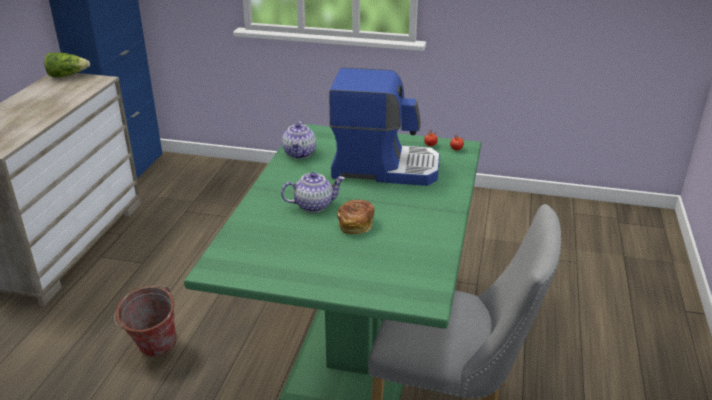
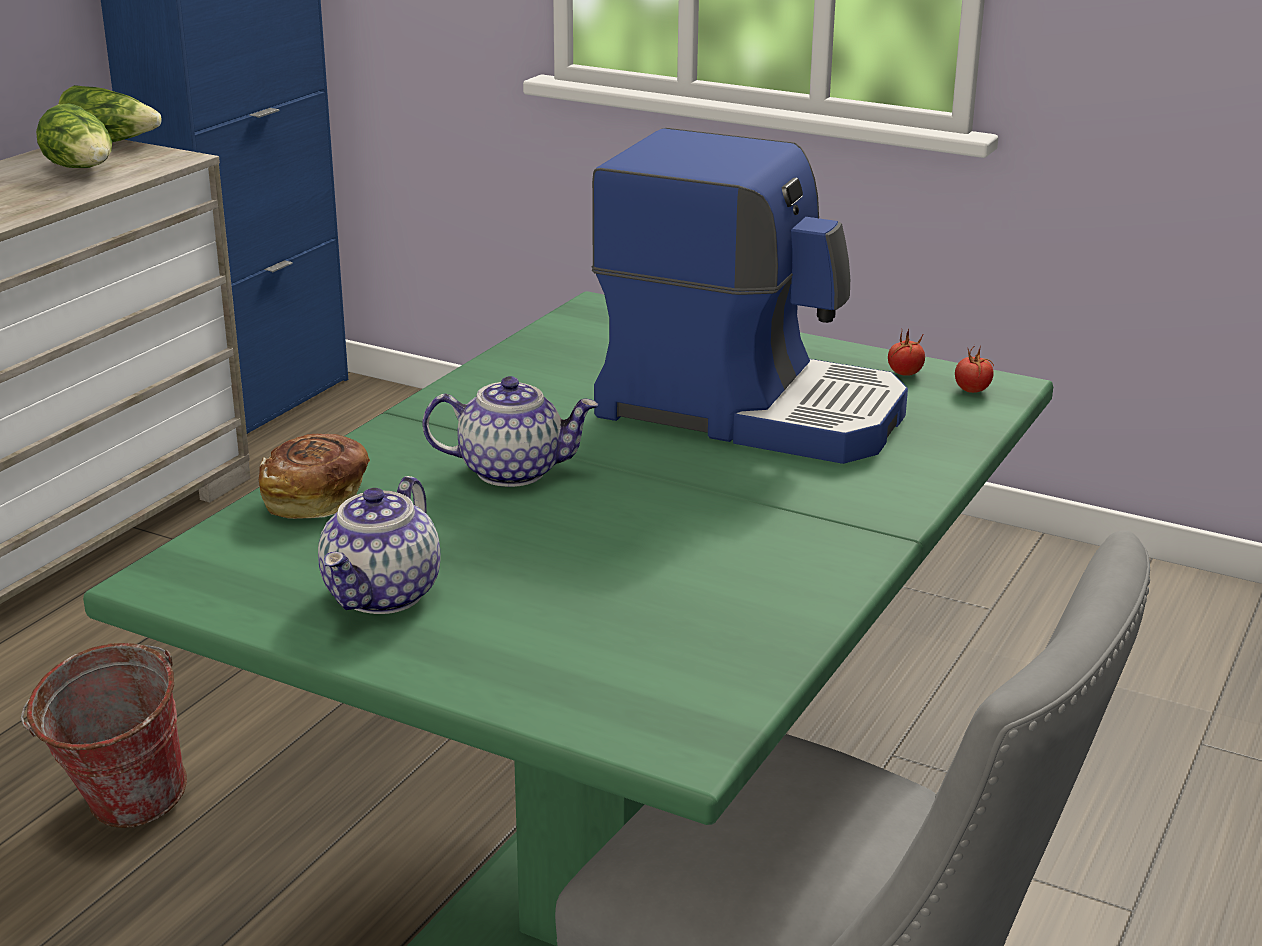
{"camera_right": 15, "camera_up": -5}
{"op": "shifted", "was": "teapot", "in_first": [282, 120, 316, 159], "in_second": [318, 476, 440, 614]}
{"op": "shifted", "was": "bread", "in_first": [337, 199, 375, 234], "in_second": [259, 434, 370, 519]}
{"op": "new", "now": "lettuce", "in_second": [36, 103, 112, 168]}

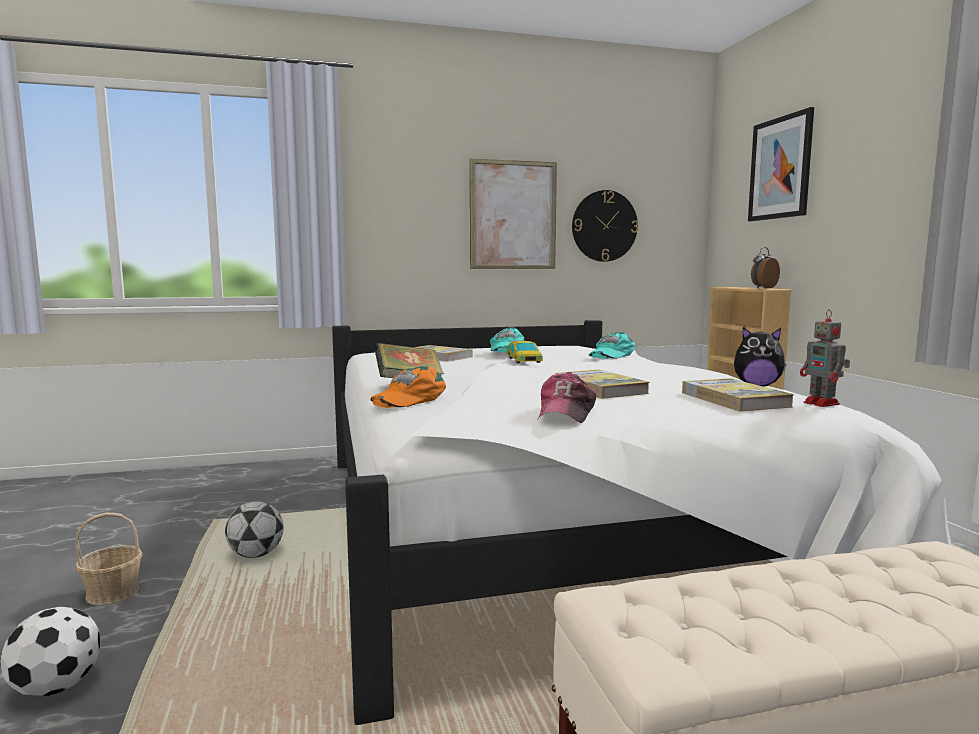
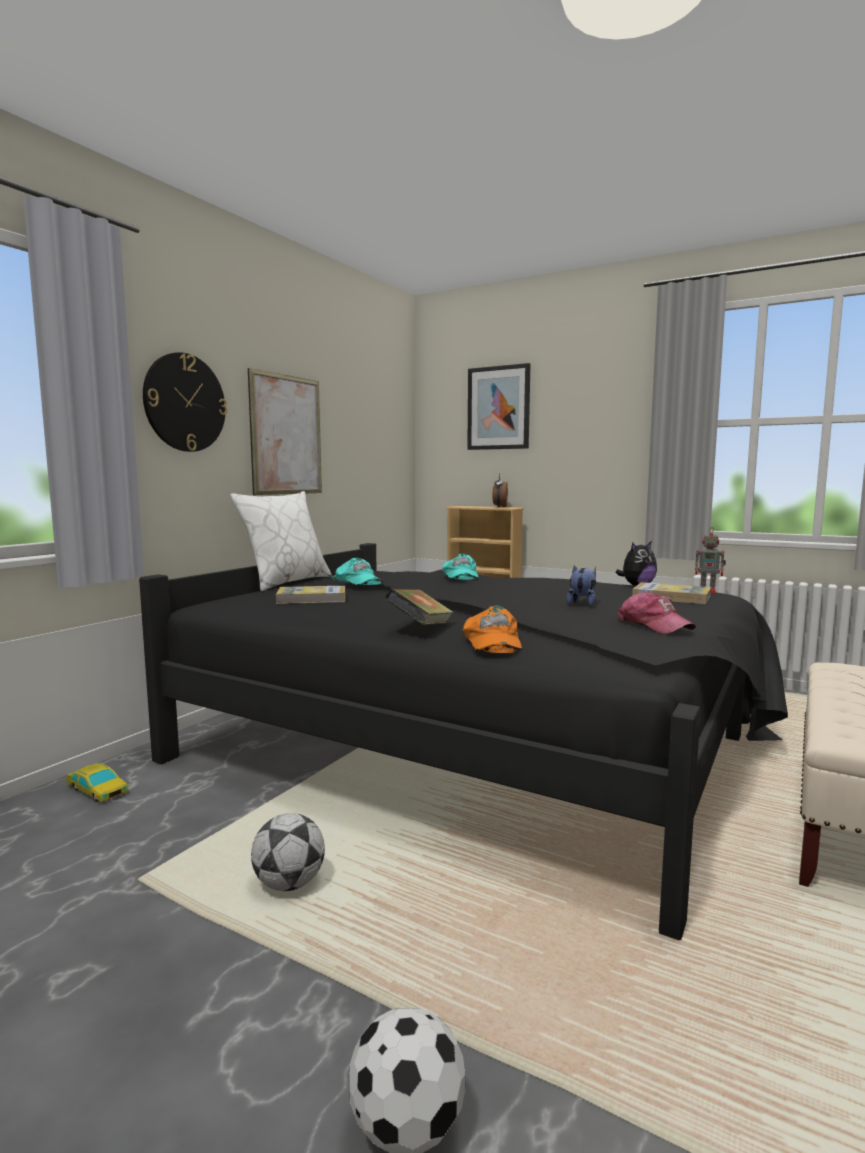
{"camera_right": -45, "camera_up": 0}
{"op": "gone", "was": "basket", "in_first": [75, 513, 143, 605]}
{"op": "repainted", "was": "bed (white)", "now": "bed (black)", "in_first": [332, 320, 951, 725], "in_second": [139, 543, 788, 941]}
{"op": "shifted", "was": "toy car", "in_first": [507, 341, 543, 363], "in_second": [66, 763, 129, 802]}
{"op": "swapped", "was": "book", "now": "plush toy", "in_first": [555, 370, 650, 399], "in_second": [566, 566, 596, 606]}
{"op": "shifted", "was": "wall clock", "in_first": [572, 190, 638, 262], "in_second": [143, 352, 227, 452]}
{"op": "new", "now": "pillow (white)", "in_second": [230, 491, 332, 591]}

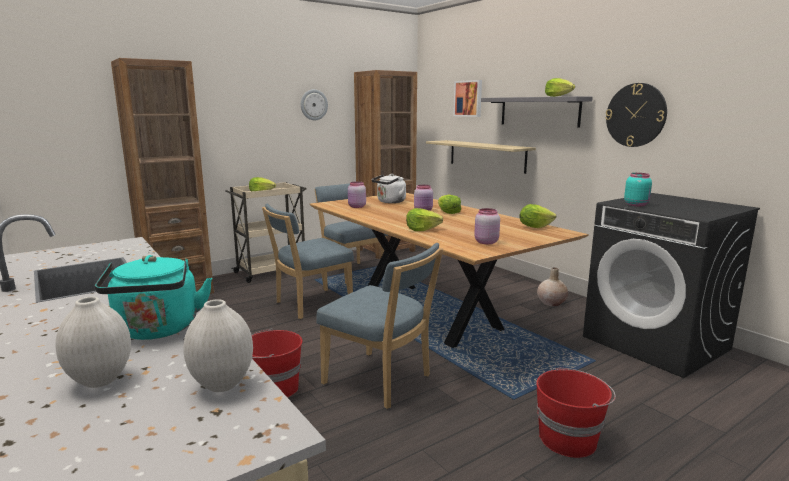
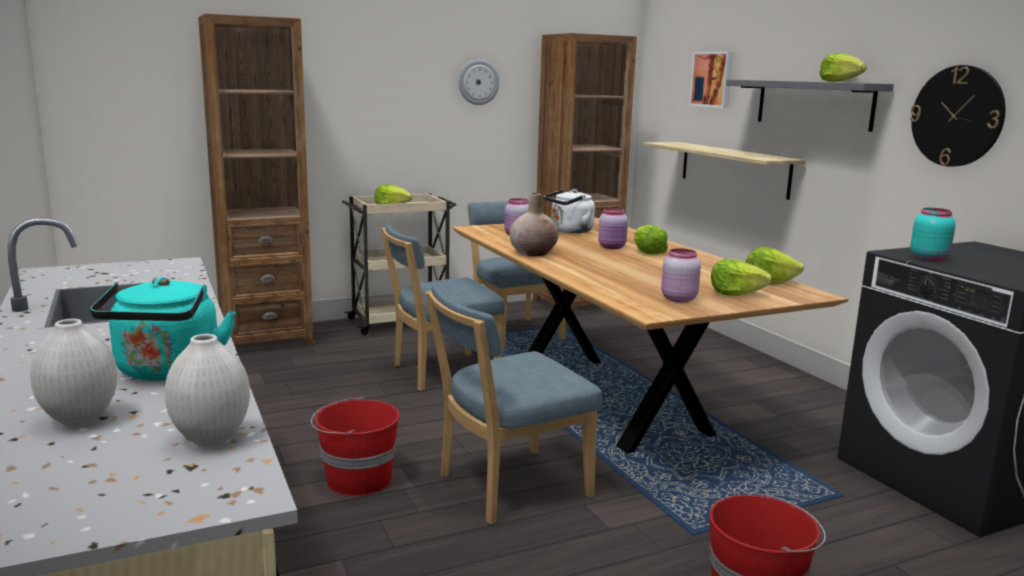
{"camera_right": 10, "camera_up": 0}
{"op": "rotated", "was": "chair (blue)", "in_first": [316, 243, 443, 409], "in_second": [425, 284, 602, 524], "clockwise": 105}
{"op": "shifted", "was": "lettuce", "in_first": [406, 208, 443, 231], "in_second": [711, 259, 772, 296]}
{"op": "shifted", "was": "vase (beige)", "in_first": [537, 267, 568, 306], "in_second": [510, 193, 558, 256]}

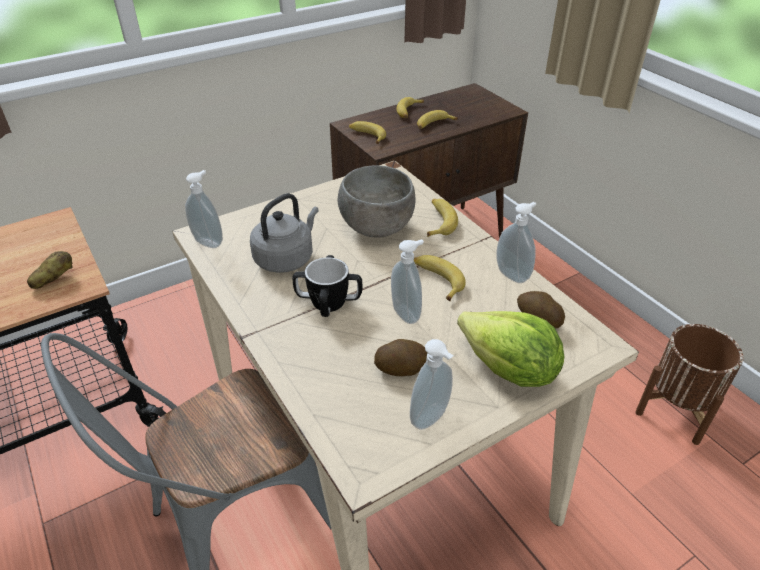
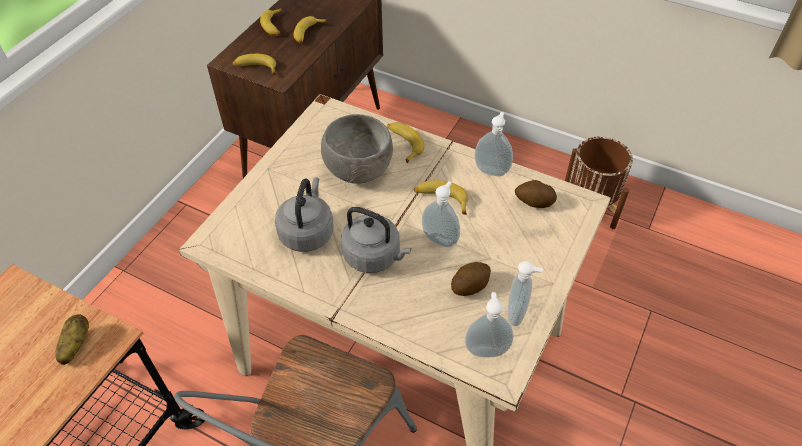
{"camera_right": -30, "camera_up": 10}
{"op": "shifted", "was": "soap dispenser", "in_first": [185, 170, 223, 248], "in_second": [465, 292, 513, 357]}
{"op": "swapped", "was": "mug", "now": "kettle (grey)", "in_first": [292, 255, 362, 317], "in_second": [341, 207, 411, 273]}
{"op": "gone", "was": "lettuce", "in_first": [457, 311, 564, 387]}

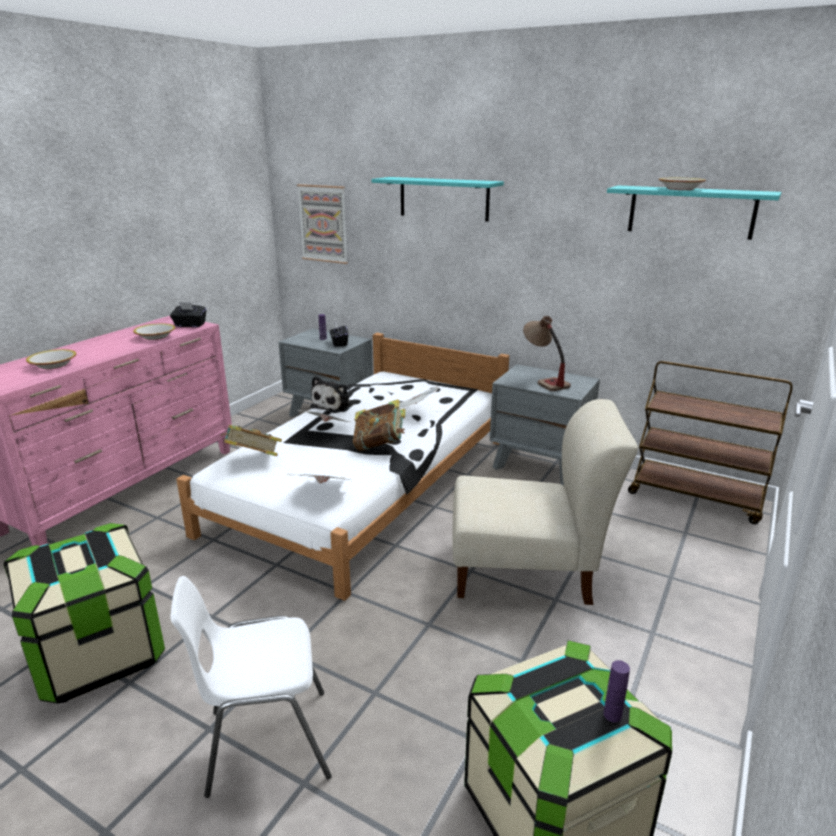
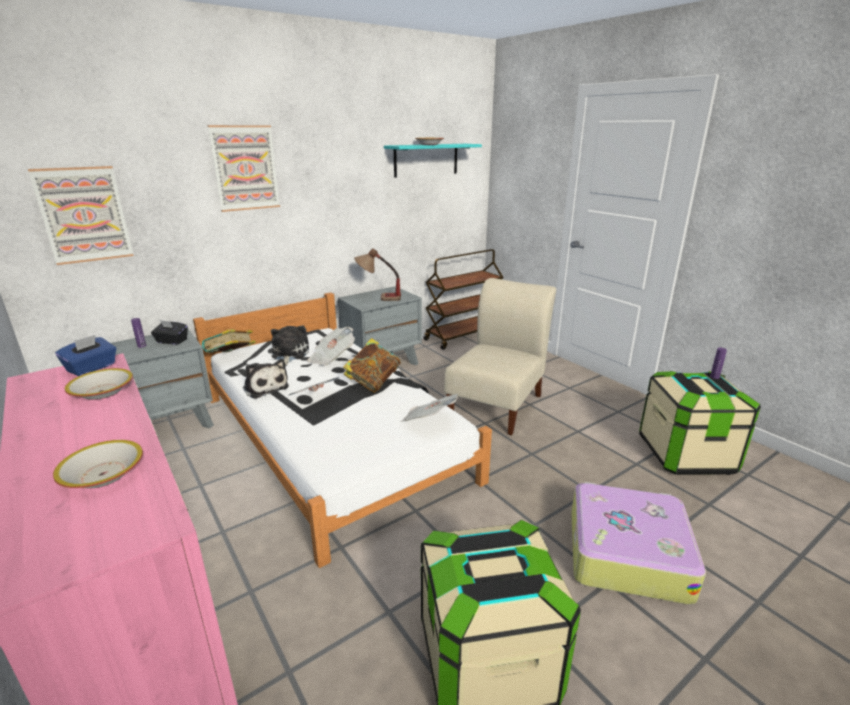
{"camera_right": -65, "camera_up": 0}
{"op": "repainted", "was": "tissue box (black)", "now": "tissue box (blue)", "in_first": [170, 302, 207, 327], "in_second": [55, 335, 116, 376]}
{"op": "swapped", "was": "chair (white)", "now": "suitcase", "in_first": [170, 576, 332, 798], "in_second": [571, 482, 706, 605]}
{"op": "shifted", "was": "book", "in_first": [220, 424, 282, 456], "in_second": [202, 329, 256, 353]}
{"op": "swapped", "was": "shelf (turquoise)", "now": "picture", "in_first": [371, 177, 504, 222], "in_second": [208, 125, 280, 212]}
{"op": "new", "now": "plush toy", "in_second": [271, 325, 309, 366]}

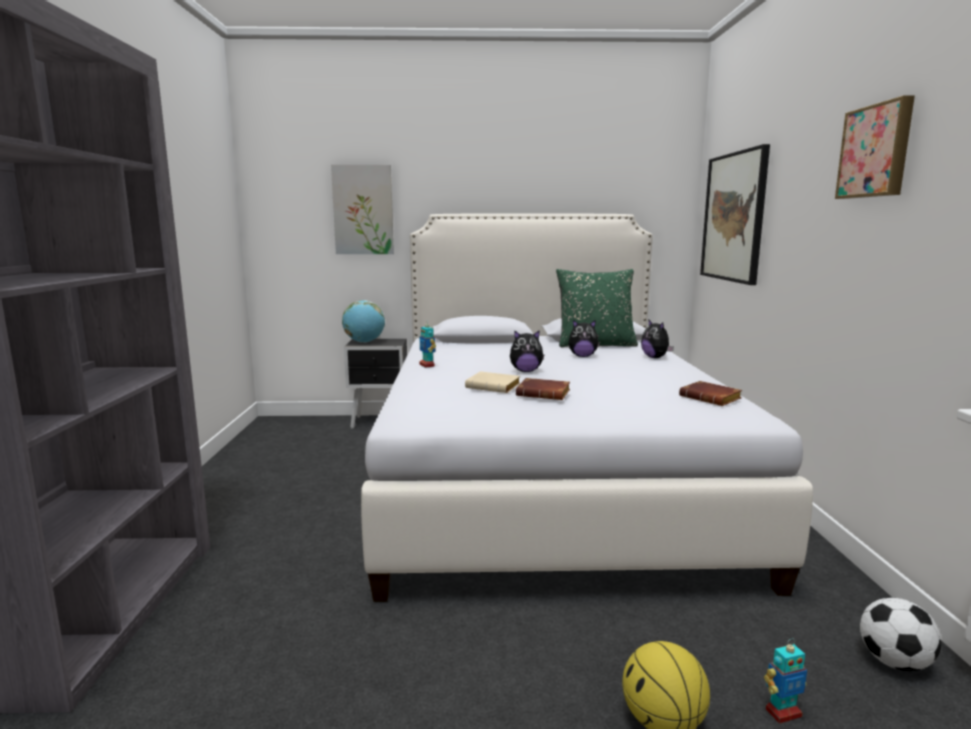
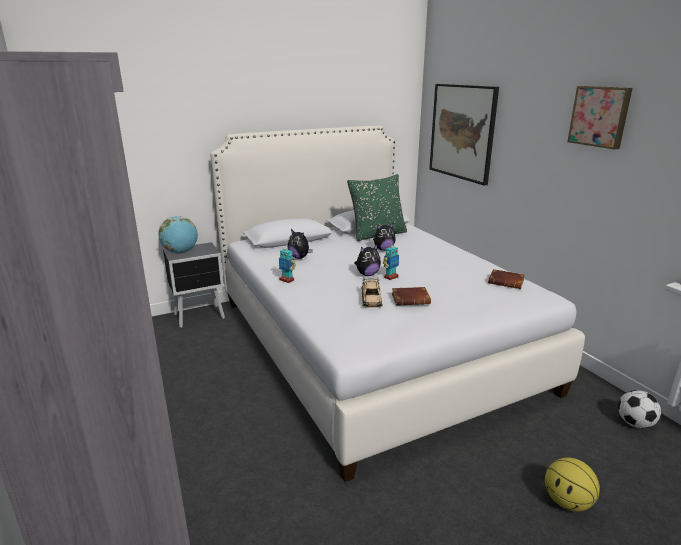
{"camera_right": -25, "camera_up": 10}
{"op": "gone", "was": "picture", "in_first": [331, 165, 394, 254]}
{"op": "swapped", "was": "book (beige)", "now": "toy car (beige)", "in_first": [465, 371, 520, 393], "in_second": [362, 277, 383, 308]}
{"op": "shifted", "was": "plush toy", "in_first": [641, 319, 674, 358], "in_second": [288, 229, 313, 259]}
{"op": "shifted", "was": "toy robot", "in_first": [764, 639, 807, 723], "in_second": [383, 243, 399, 280]}

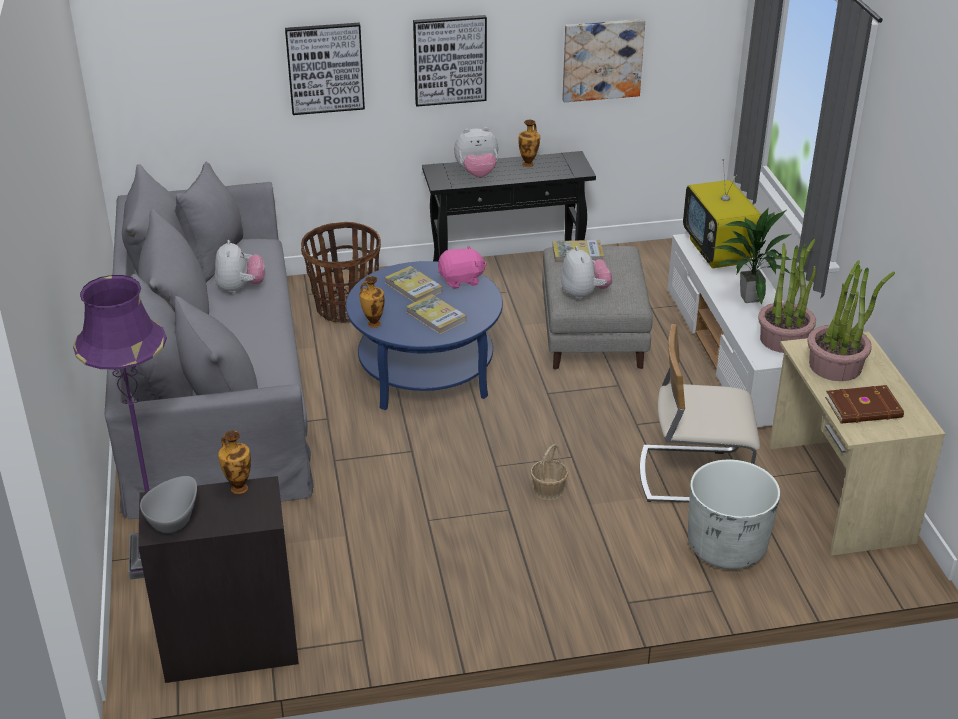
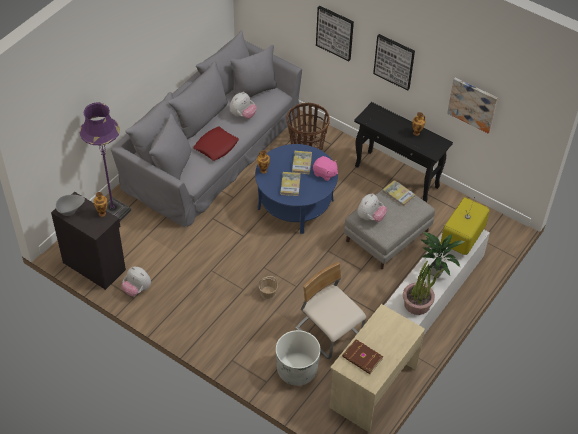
{"camera_right": 45, "camera_up": 15}
{"op": "shifted", "was": "plush toy", "in_first": [454, 127, 498, 177], "in_second": [121, 267, 151, 296]}
{"op": "gone", "was": "potted plant", "in_first": [808, 261, 895, 381]}
{"op": "new", "now": "pillow (red)", "in_second": [193, 126, 239, 161]}

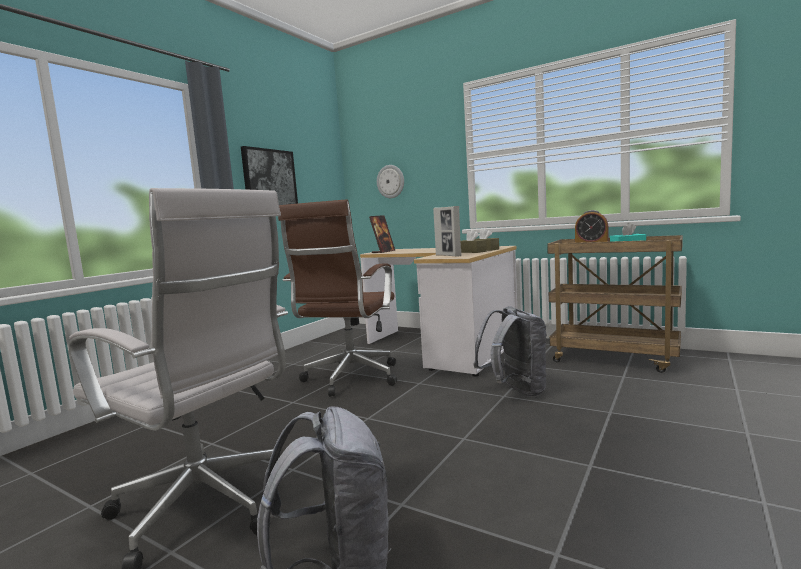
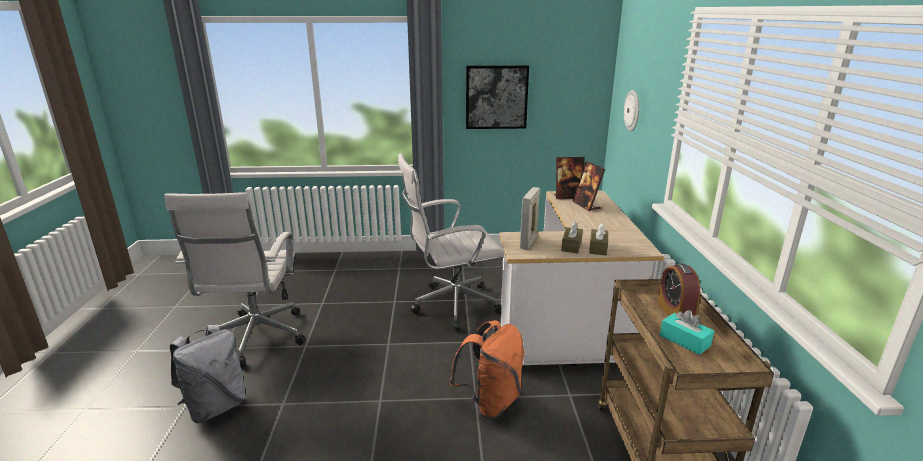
{"camera_right": 55, "camera_up": 15}
{"op": "repainted", "was": "office chair (brown)", "now": "office chair (white)", "in_first": [278, 199, 397, 397], "in_second": [398, 153, 503, 331]}
{"op": "repainted", "was": "backpack (grey)", "now": "backpack (orange)", "in_first": [474, 306, 547, 397], "in_second": [449, 320, 524, 419]}
{"op": "new", "now": "picture frame", "in_second": [572, 161, 605, 211]}

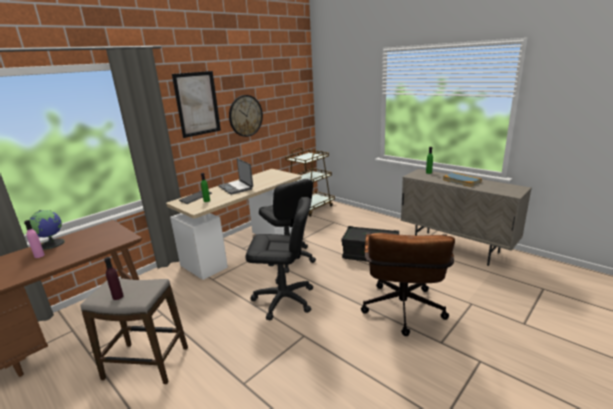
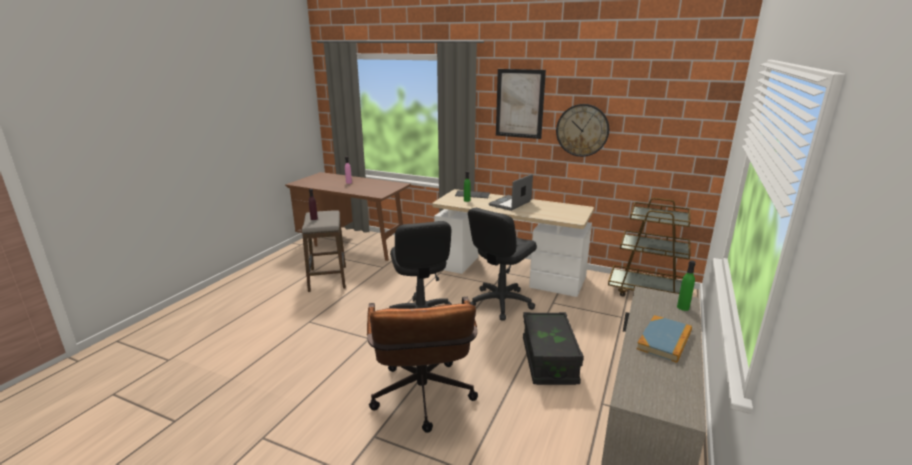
{"camera_right": 70, "camera_up": 0}
{"op": "gone", "was": "globe", "in_first": [29, 210, 65, 249]}
{"op": "rotated", "was": "office chair (brown)", "in_first": [361, 232, 455, 336], "in_second": [367, 297, 478, 433], "clockwise": -90}

